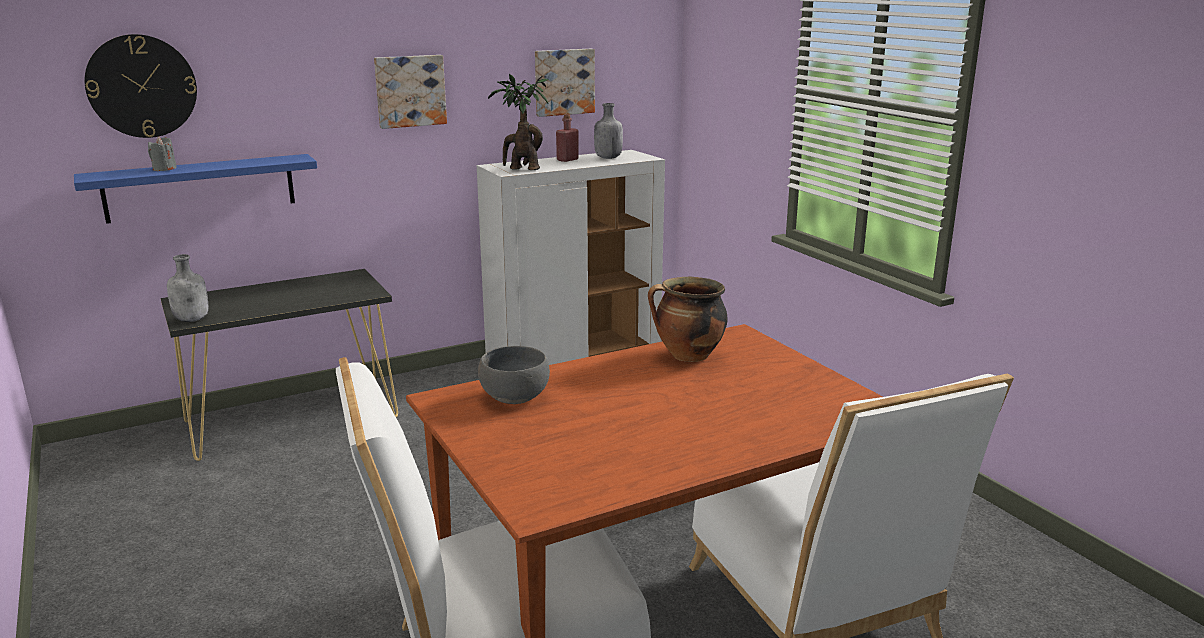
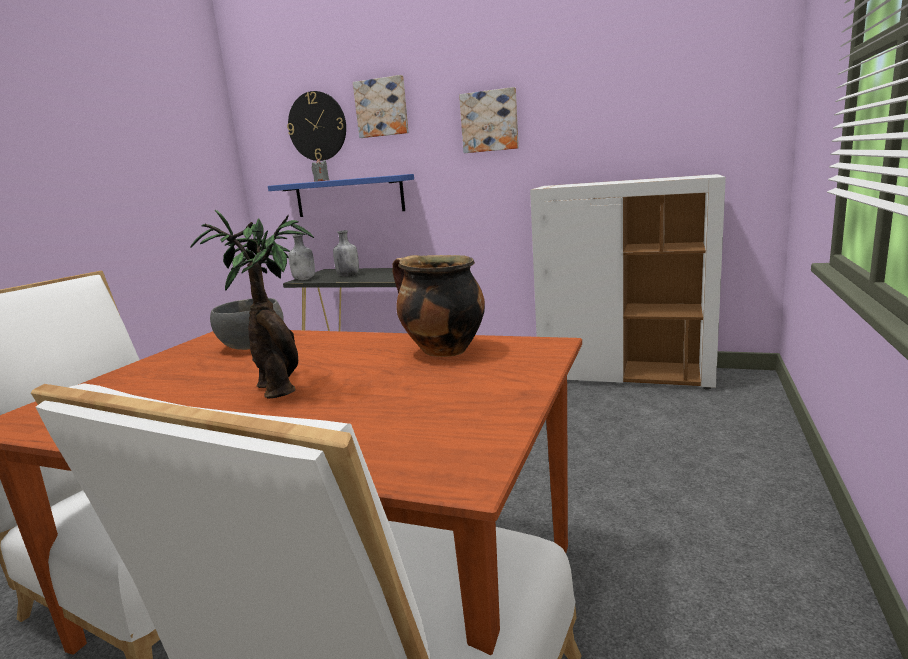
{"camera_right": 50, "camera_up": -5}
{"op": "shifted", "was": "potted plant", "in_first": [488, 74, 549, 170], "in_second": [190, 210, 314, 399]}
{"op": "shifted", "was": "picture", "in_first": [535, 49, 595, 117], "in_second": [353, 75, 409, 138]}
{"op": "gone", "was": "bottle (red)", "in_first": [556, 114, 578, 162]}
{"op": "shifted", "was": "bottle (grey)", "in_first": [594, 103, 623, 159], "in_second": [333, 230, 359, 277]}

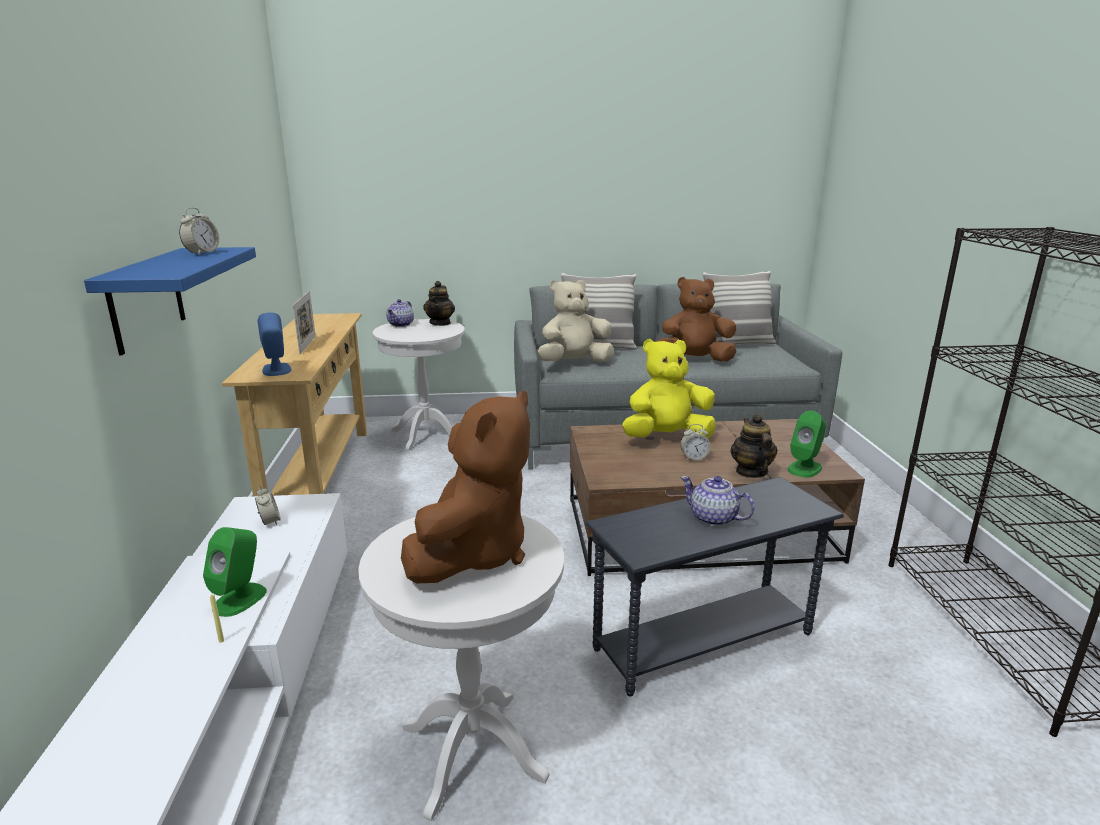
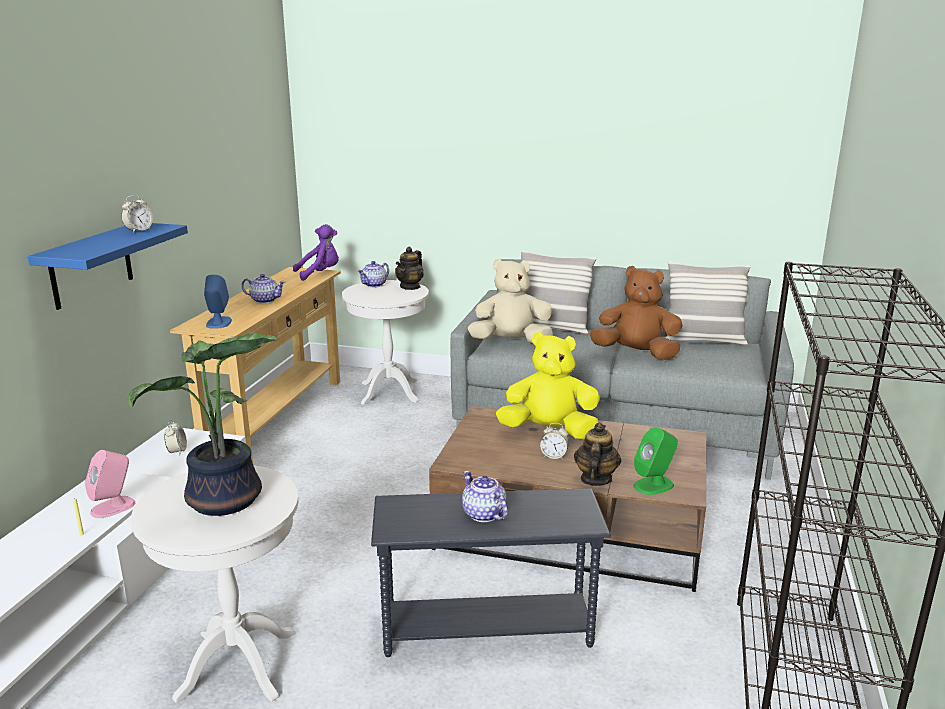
{"camera_right": 20, "camera_up": 0}
{"op": "repainted", "was": "speaker (green)", "now": "speaker (pink)", "in_first": [203, 527, 267, 617], "in_second": [85, 450, 135, 518]}
{"op": "swapped", "was": "picture frame", "now": "teapot", "in_first": [293, 291, 315, 354], "in_second": [241, 274, 285, 304]}
{"op": "swapped", "was": "plush toy (brown)", "now": "potted plant", "in_first": [401, 391, 530, 583], "in_second": [127, 333, 277, 516]}
{"op": "new", "now": "plush toy (purple)", "in_second": [293, 224, 339, 281]}

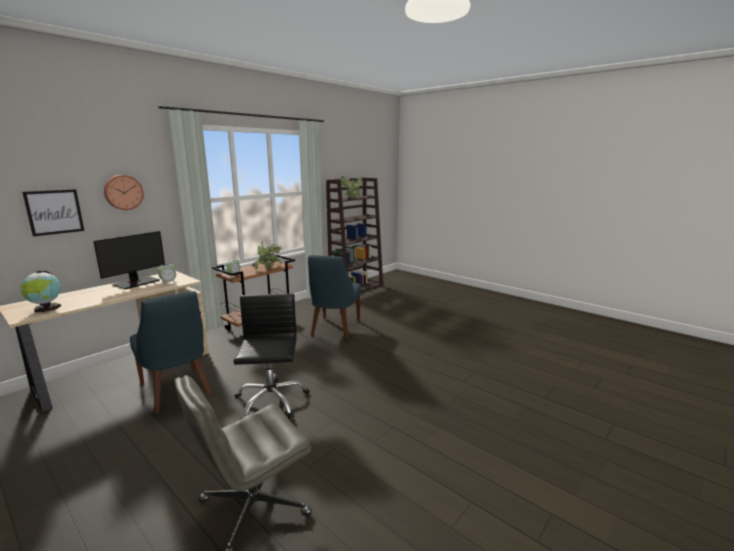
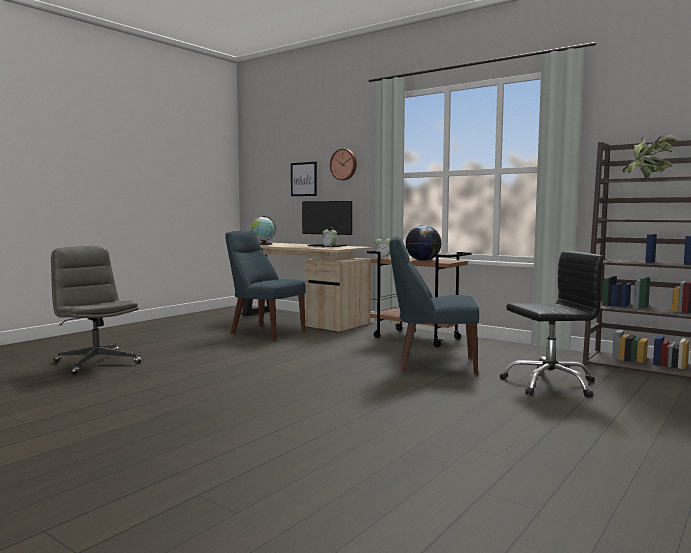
{"camera_right": 85, "camera_up": -10}
{"op": "rotated", "was": "chair (blue)", "in_first": [130, 291, 211, 413], "in_second": [225, 231, 306, 341], "clockwise": 75}
{"op": "shifted", "was": "office chair (black)", "in_first": [233, 294, 309, 420], "in_second": [500, 251, 604, 398]}
{"op": "swapped", "was": "potted plant", "now": "globe", "in_first": [252, 241, 281, 270], "in_second": [406, 225, 441, 261]}

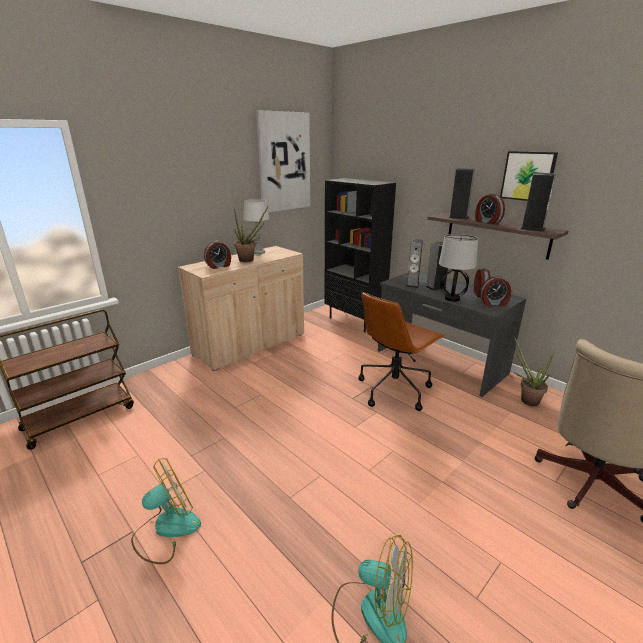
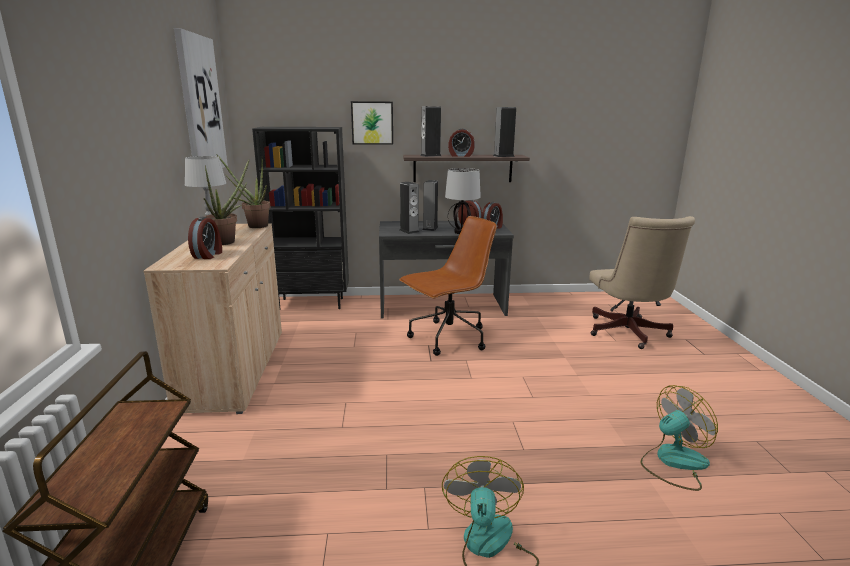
{"camera_right": -50, "camera_up": -5}
{"op": "rotated", "was": "office chair (brown)", "in_first": [359, 292, 445, 411], "in_second": [399, 216, 497, 356], "clockwise": -120}
{"op": "shifted", "was": "picture", "in_first": [500, 151, 558, 201], "in_second": [351, 101, 393, 145]}
{"op": "shifted", "was": "potted plant", "in_first": [513, 337, 554, 406], "in_second": [217, 155, 270, 228]}

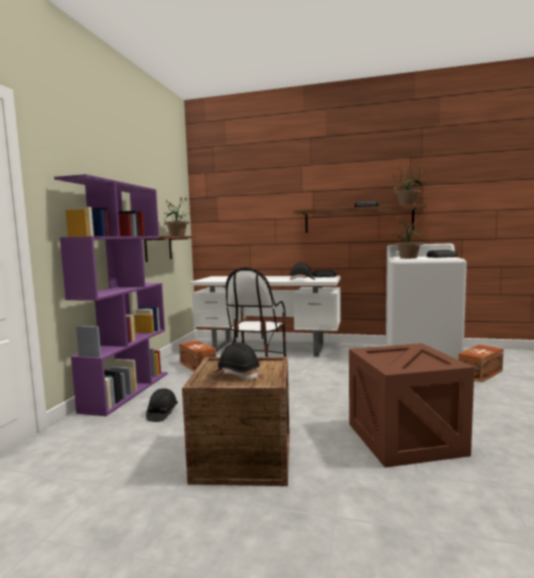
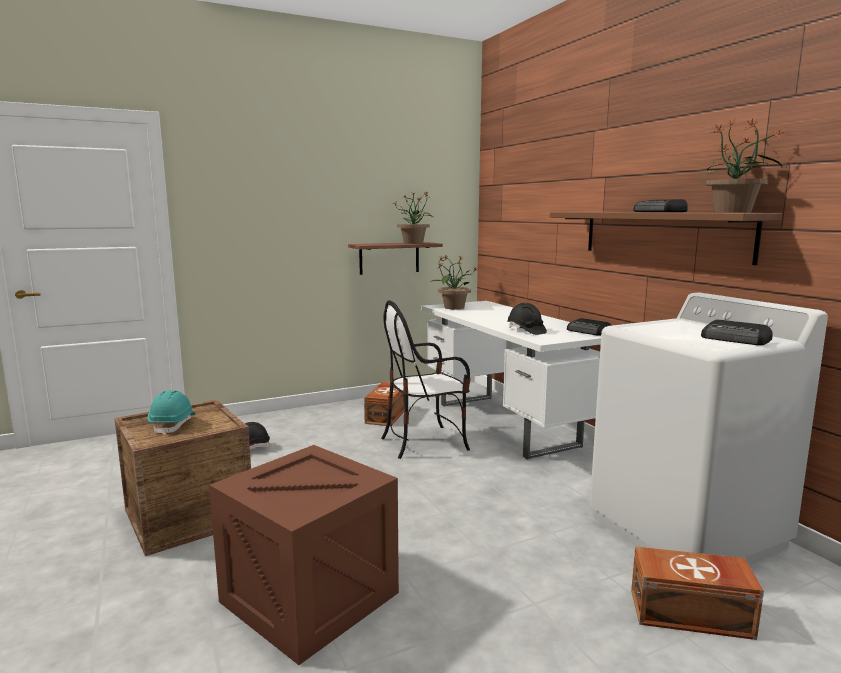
{"camera_right": 50, "camera_up": 5}
{"op": "gone", "was": "bookcase (purple)", "in_first": [54, 174, 168, 416]}
{"op": "repainted", "was": "hard hat (black)", "now": "hard hat (turquoise)", "in_first": [215, 342, 260, 380], "in_second": [147, 390, 196, 435]}
{"op": "shifted", "was": "potted plant", "in_first": [391, 216, 423, 259], "in_second": [430, 255, 478, 309]}

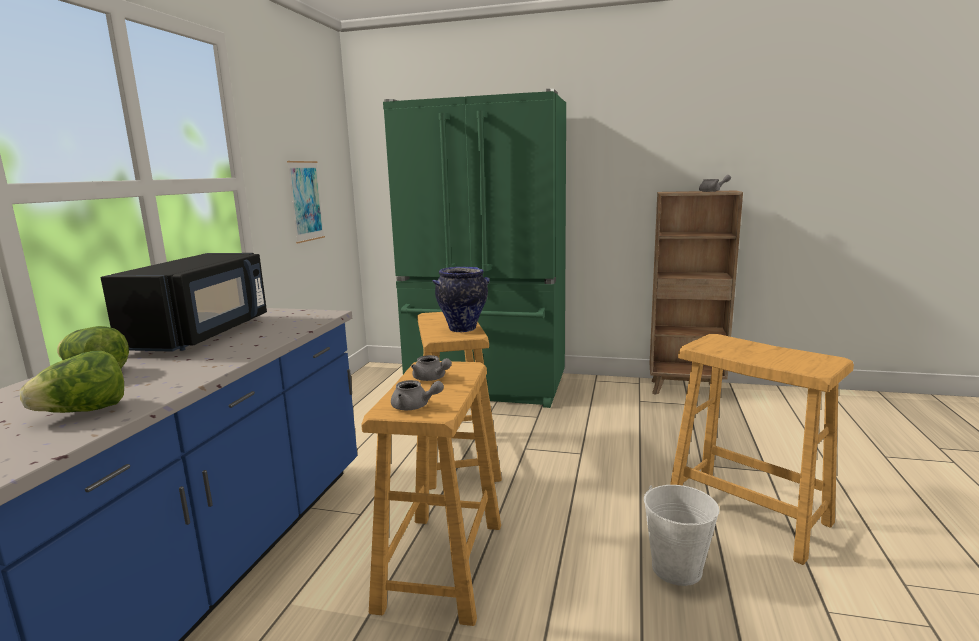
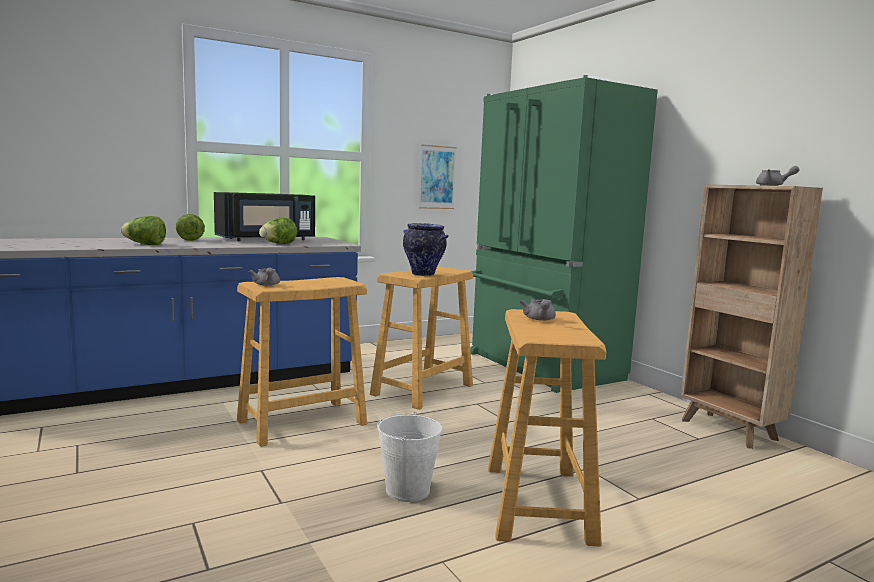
{"camera_right": 45, "camera_up": -5}
{"op": "shifted", "was": "teapot (grey)", "in_first": [411, 355, 452, 381], "in_second": [520, 299, 556, 321]}
{"op": "new", "now": "lettuce", "in_second": [259, 218, 297, 244]}

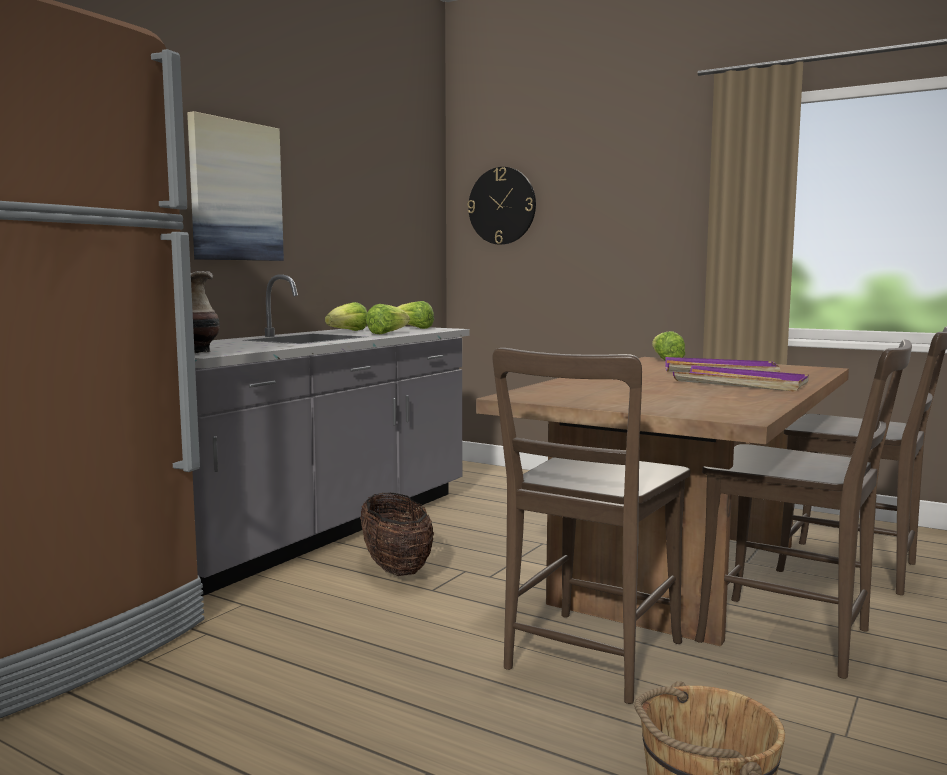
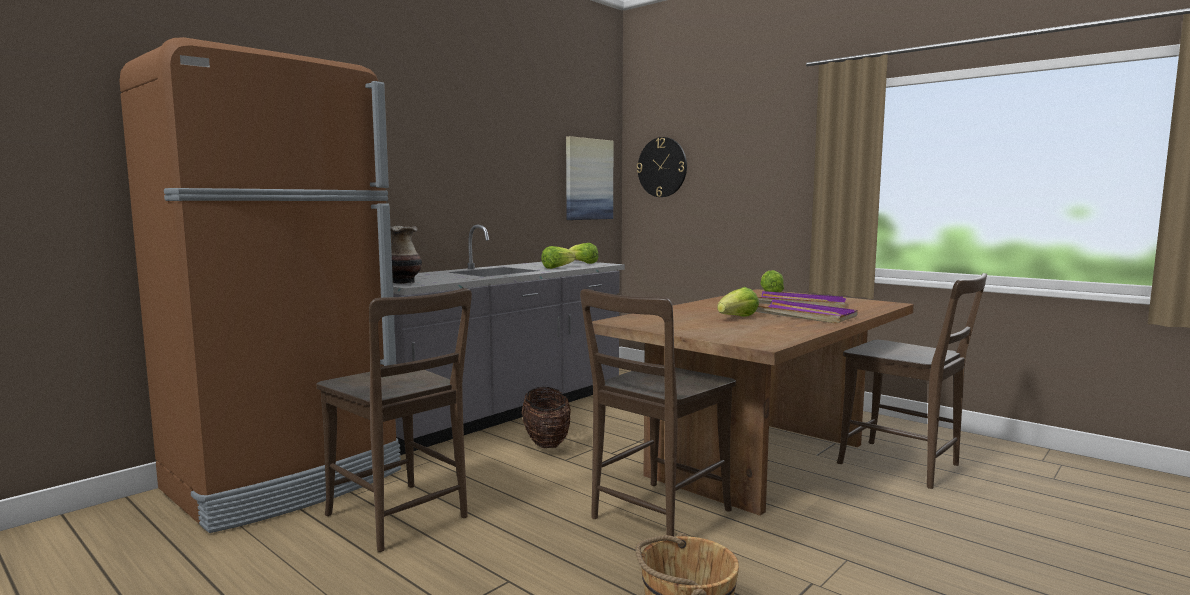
{"camera_right": 10, "camera_up": 0}
{"op": "shifted", "was": "picture", "in_first": [187, 111, 284, 261], "in_second": [566, 136, 613, 220]}
{"op": "shifted", "was": "lettuce", "in_first": [325, 302, 368, 331], "in_second": [717, 287, 759, 317]}
{"op": "shifted", "was": "chair (brown)", "in_first": [695, 339, 912, 679], "in_second": [316, 288, 472, 552]}

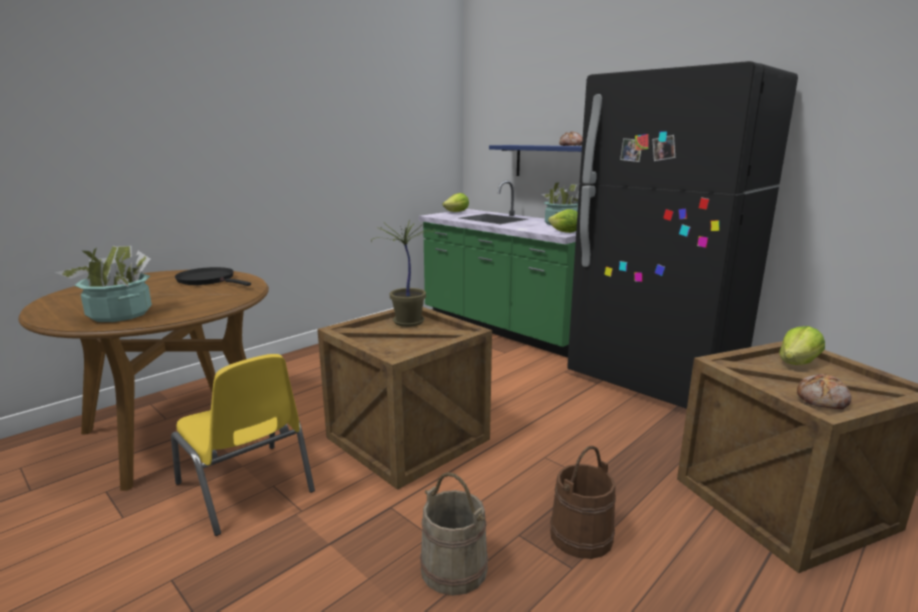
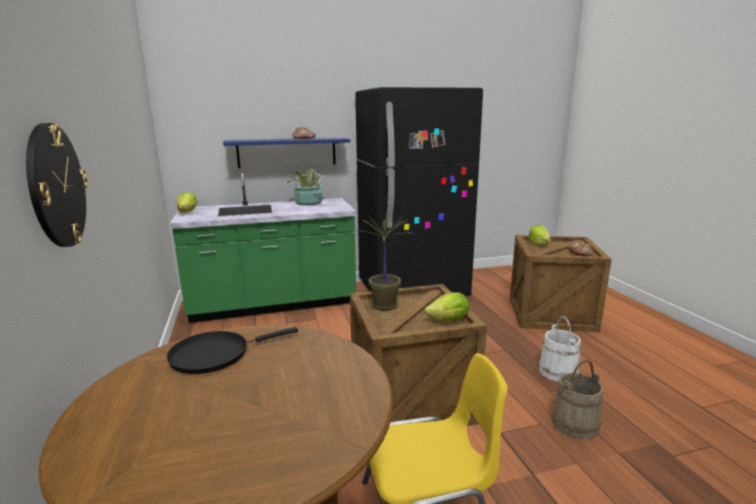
{"camera_right": -60, "camera_up": 0}
{"op": "gone", "was": "potted plant", "in_first": [54, 246, 152, 322]}
{"op": "shifted", "was": "lettuce", "in_first": [548, 209, 578, 233], "in_second": [424, 292, 470, 322]}
{"op": "repainted", "was": "bucket (brown)", "now": "bucket (white)", "in_first": [550, 446, 616, 559], "in_second": [539, 316, 581, 382]}
{"op": "new", "now": "wall clock", "in_second": [26, 123, 88, 247]}

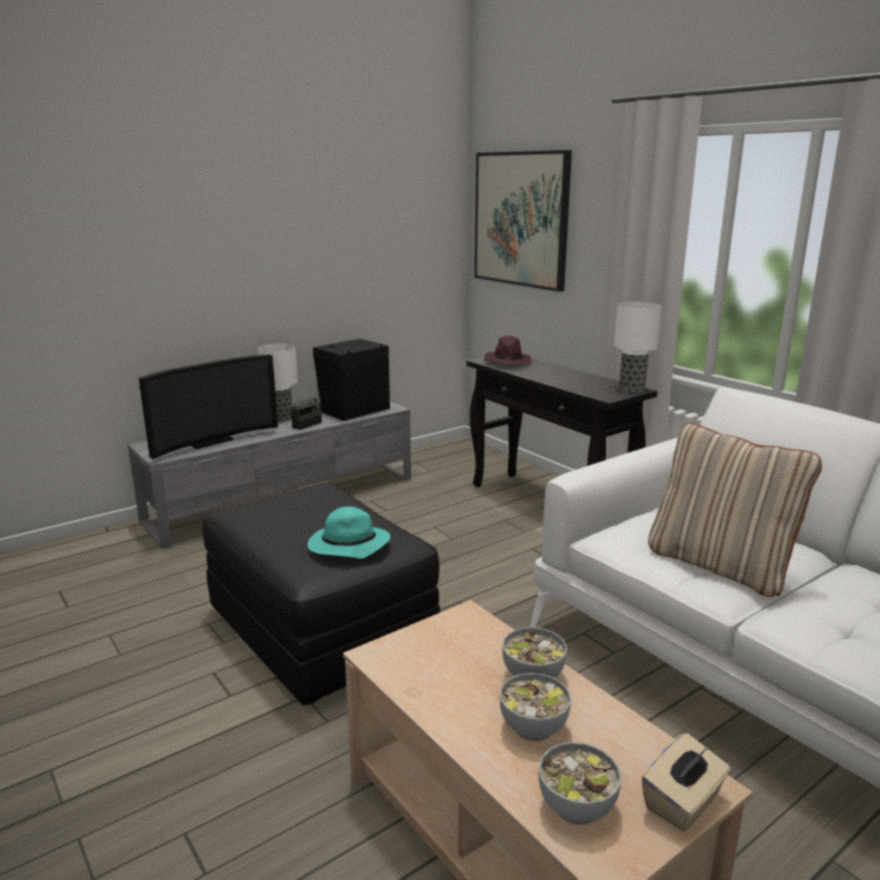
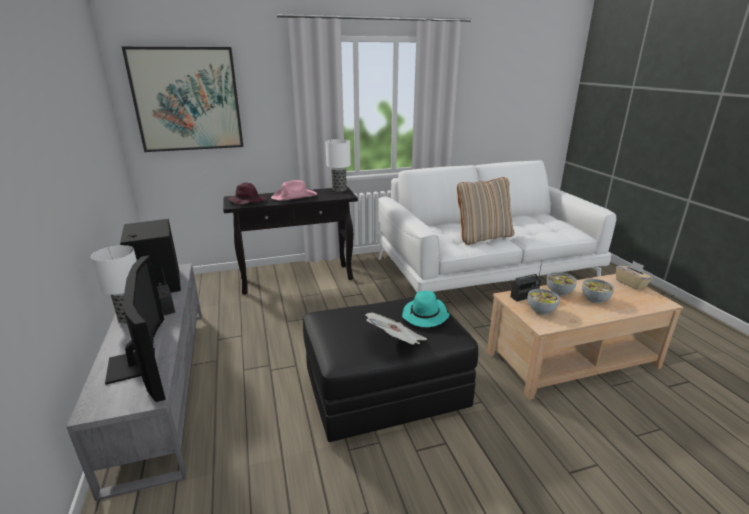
{"camera_right": -70, "camera_up": 5}
{"op": "shifted", "was": "bowl", "in_first": [538, 742, 622, 825], "in_second": [527, 289, 560, 315]}
{"op": "new", "now": "hat (pink)", "in_second": [271, 180, 317, 200]}
{"op": "new", "now": "newspaper", "in_second": [366, 313, 427, 344]}
{"op": "new", "now": "radio", "in_second": [510, 262, 542, 301]}

